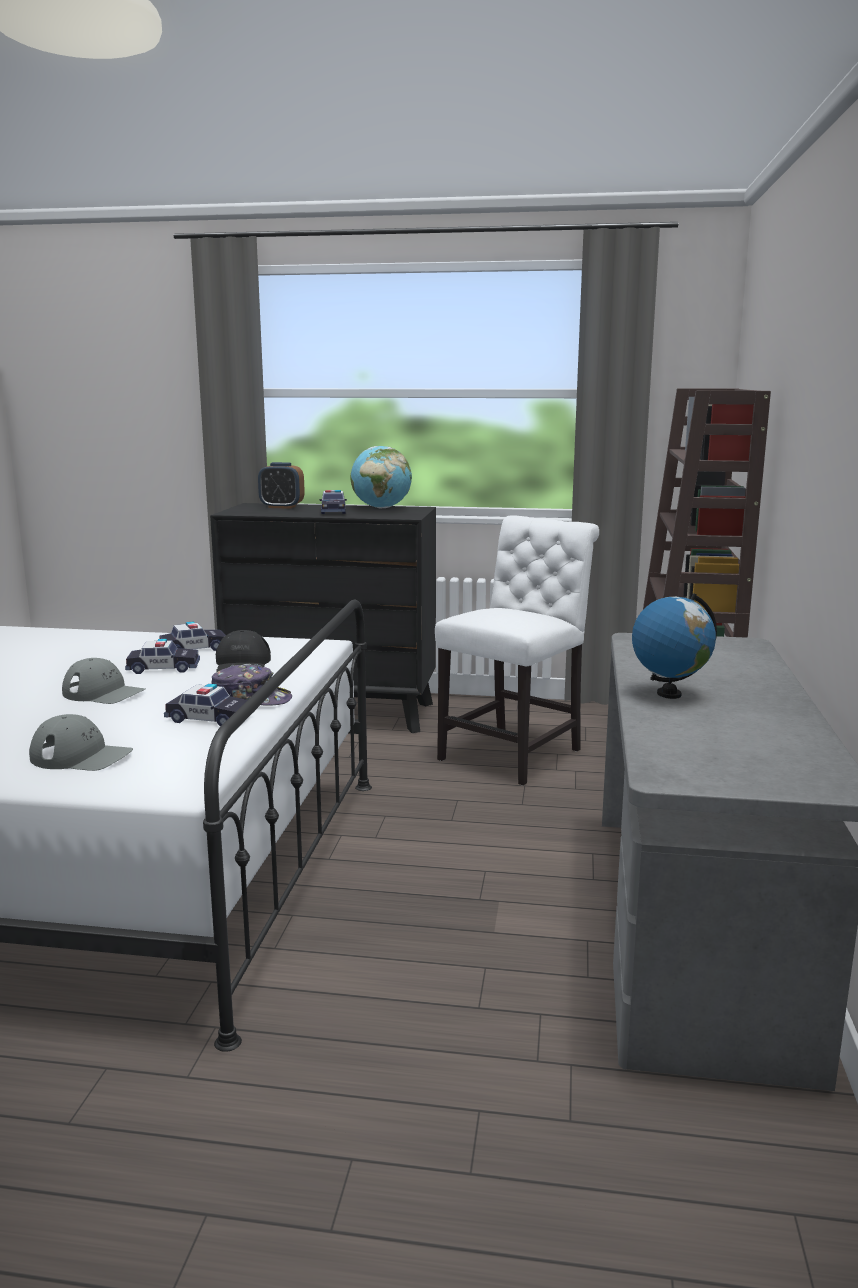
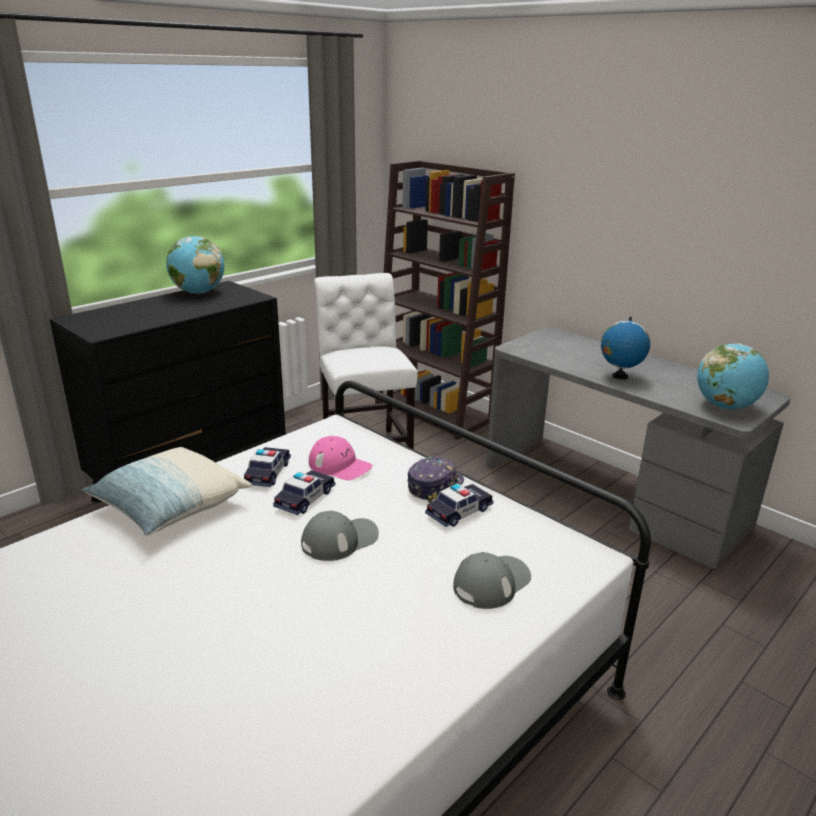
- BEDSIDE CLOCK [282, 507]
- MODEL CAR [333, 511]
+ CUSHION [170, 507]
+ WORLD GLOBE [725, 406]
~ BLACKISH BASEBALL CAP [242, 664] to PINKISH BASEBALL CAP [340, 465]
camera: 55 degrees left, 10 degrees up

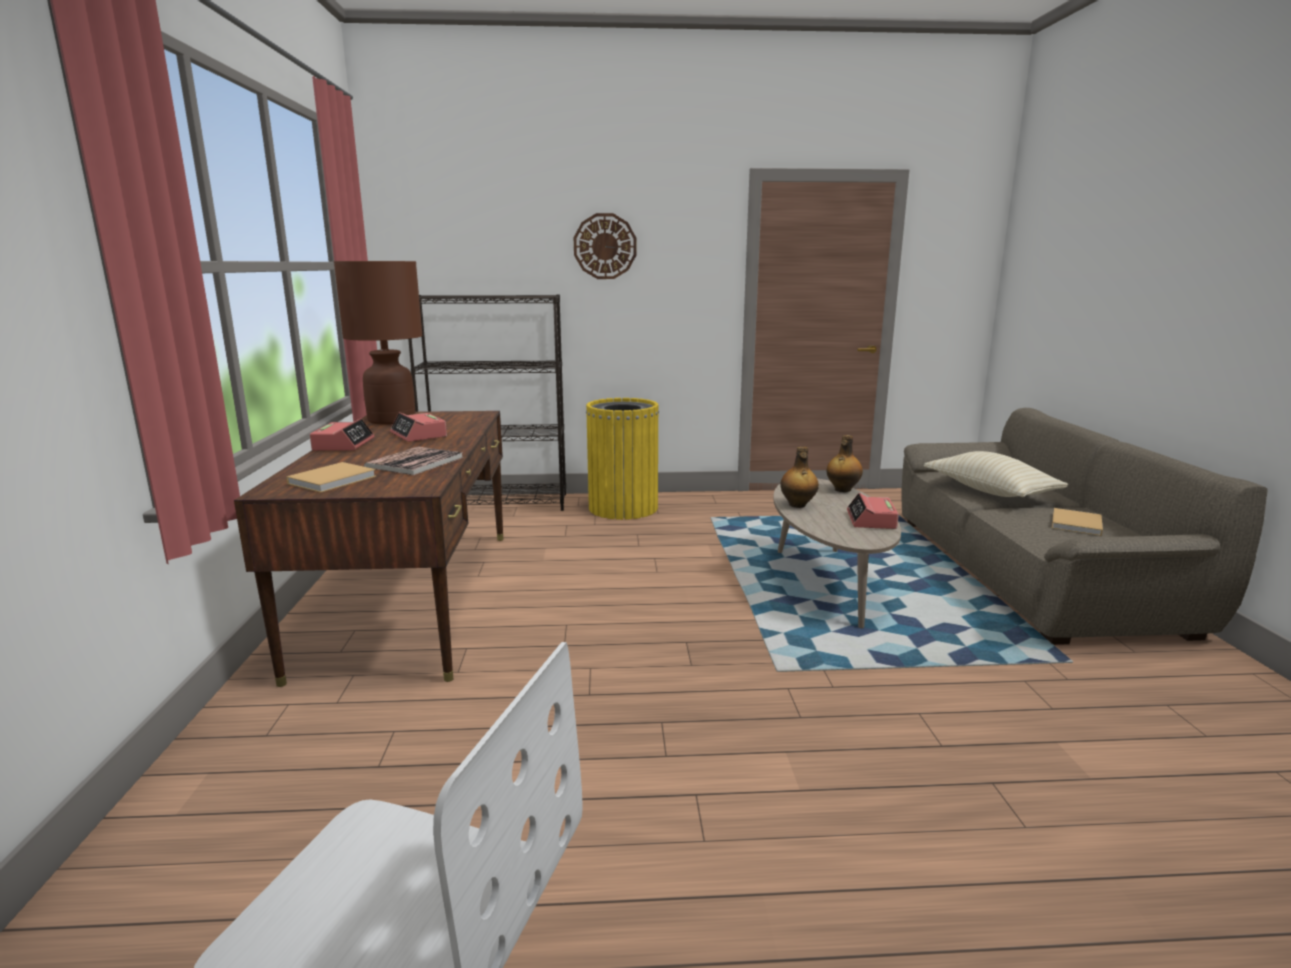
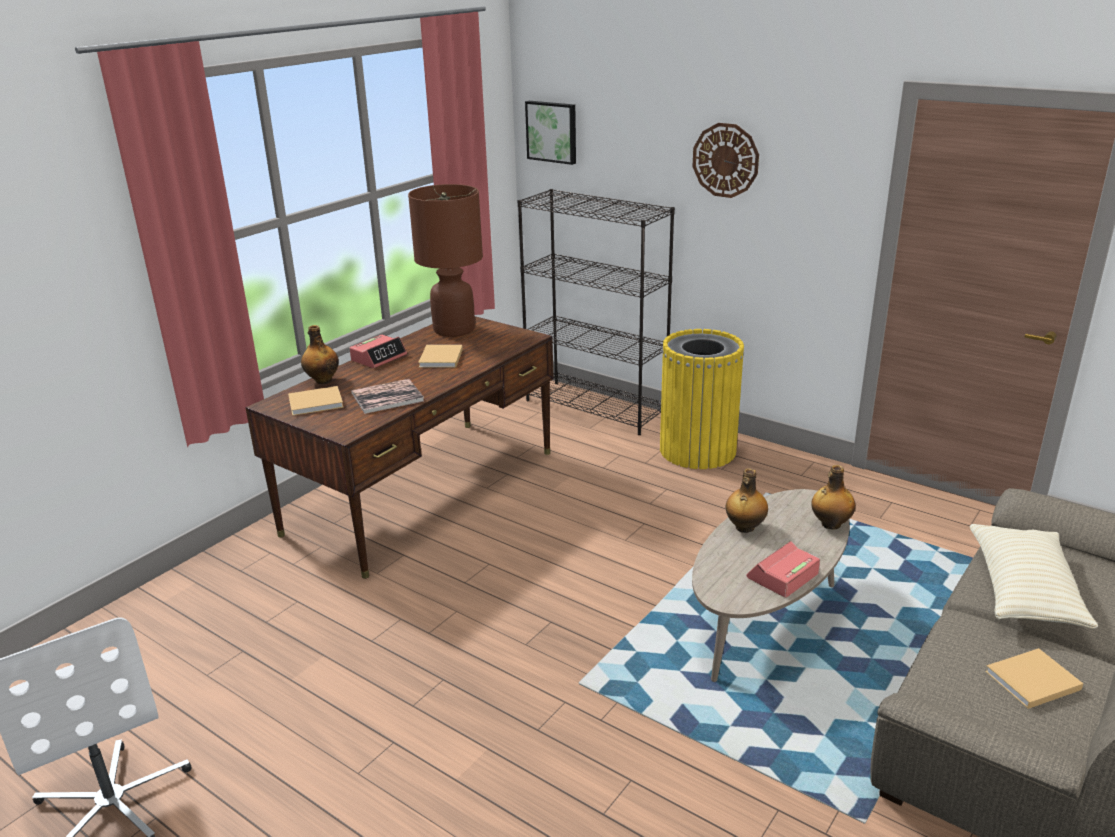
+ BOTTLE [322, 380]
+ PICTURE [552, 131]
~ BEDSIDE CLOCK [419, 435] to BEIGE-COLOURED BOOK [440, 359]
camera: 40 degrees right, 10 degrees up

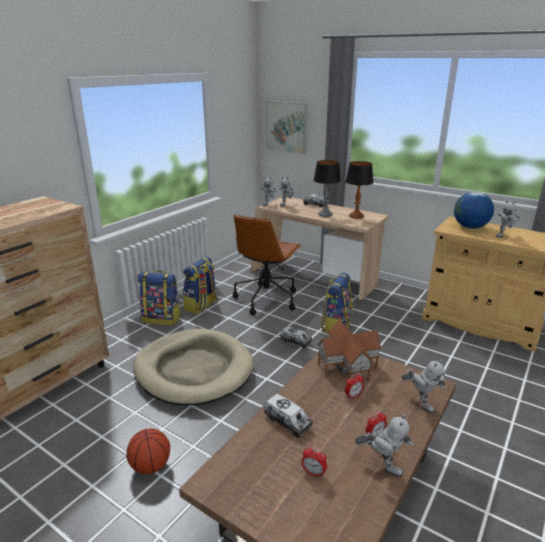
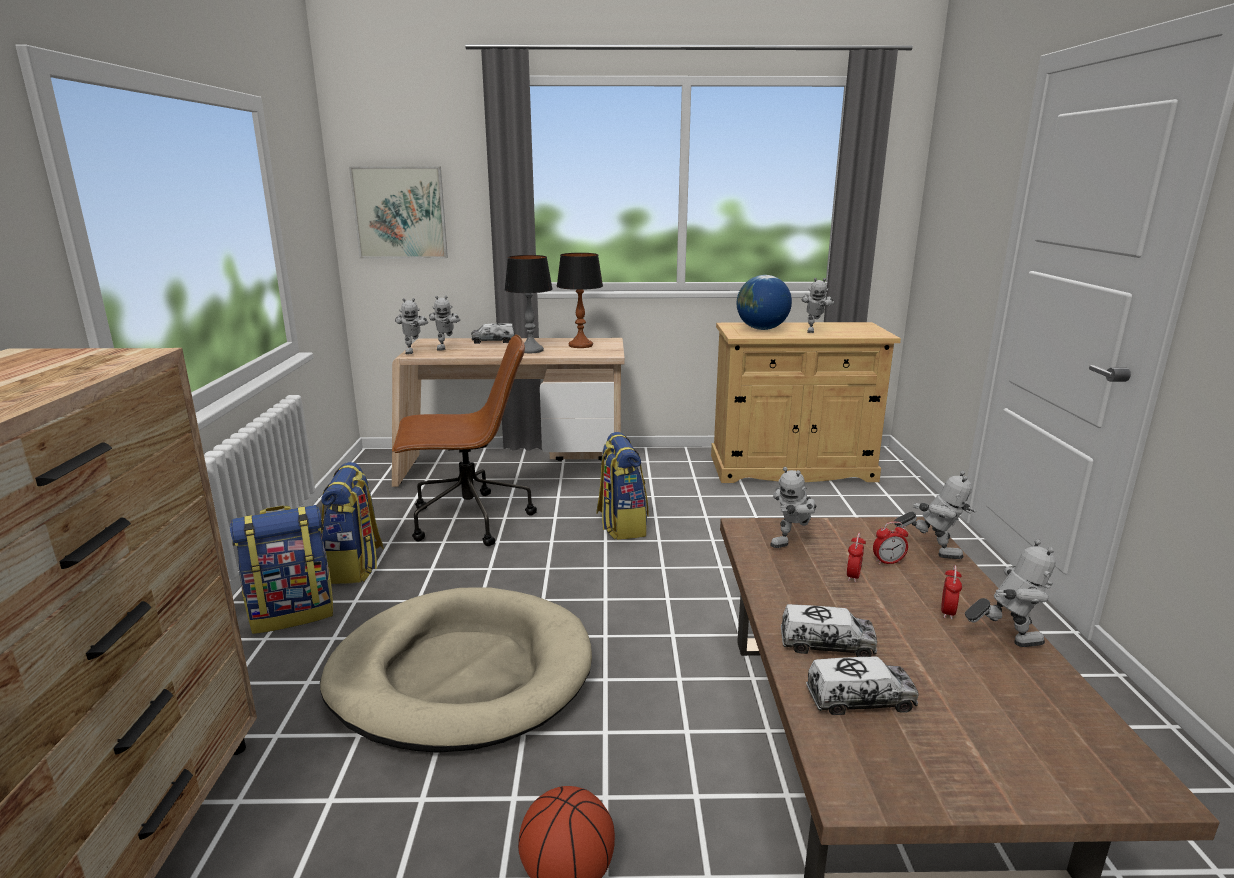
~ MODEL TRUCK [296, 341] to [859, 700]
~ BEDSIDE CLOCK [313, 473] to [888, 562]
~ MODEL HOUSE [348, 366] to TOY ROBOT [793, 543]
~ BROWN-COLOURED DESK CHAIR [266, 298] = [468, 520] 90 degrees counterclockwise
camera: 35 degrees left, 5 degrees down

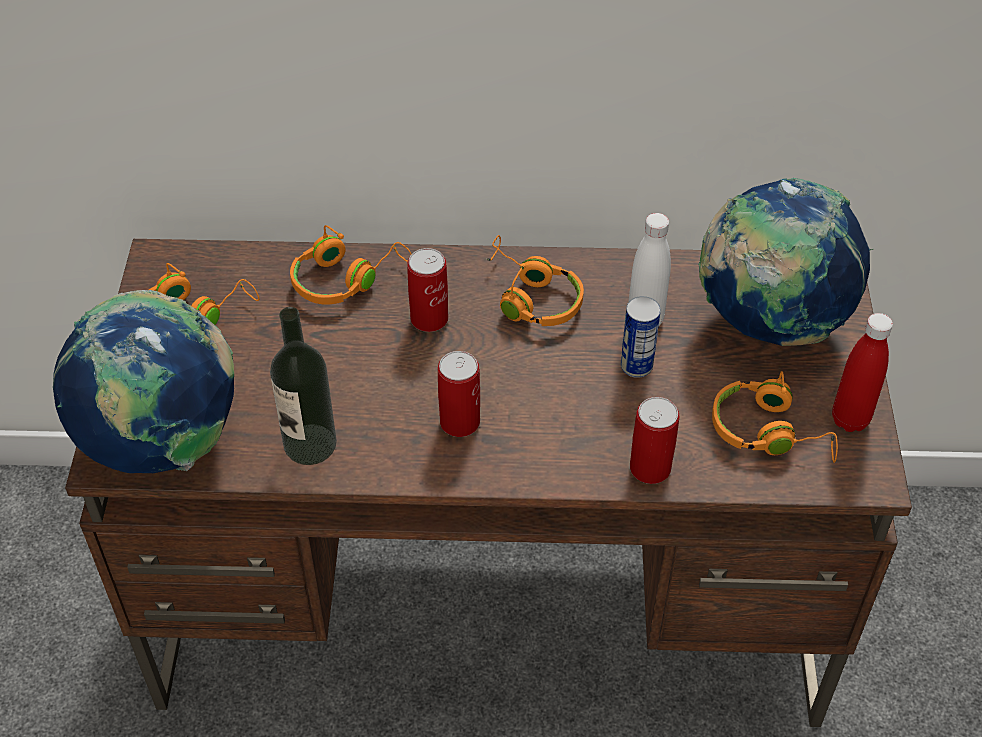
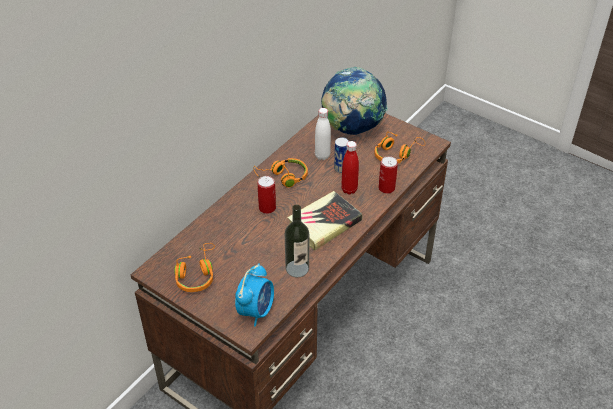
- ORANGE-COLOURED HEADSET [346, 278]
~ RED BOTTLE [850, 419] to [349, 190]
~ WORLD GLOBE [164, 442] to BEDSIDE CLOCK [256, 311]
~ METAL CAN [460, 422] to BOOK [324, 224]
camera: 55 degrees left, 5 degrees down

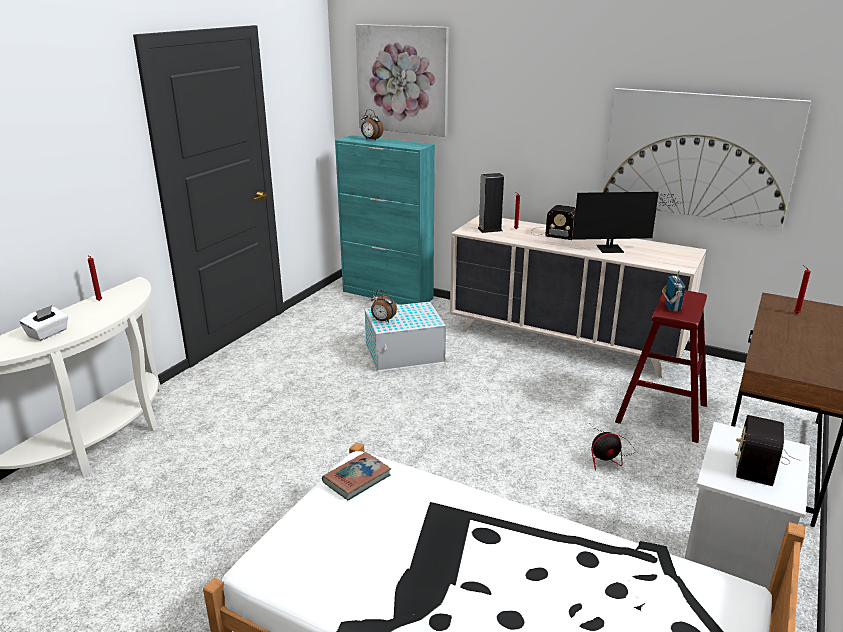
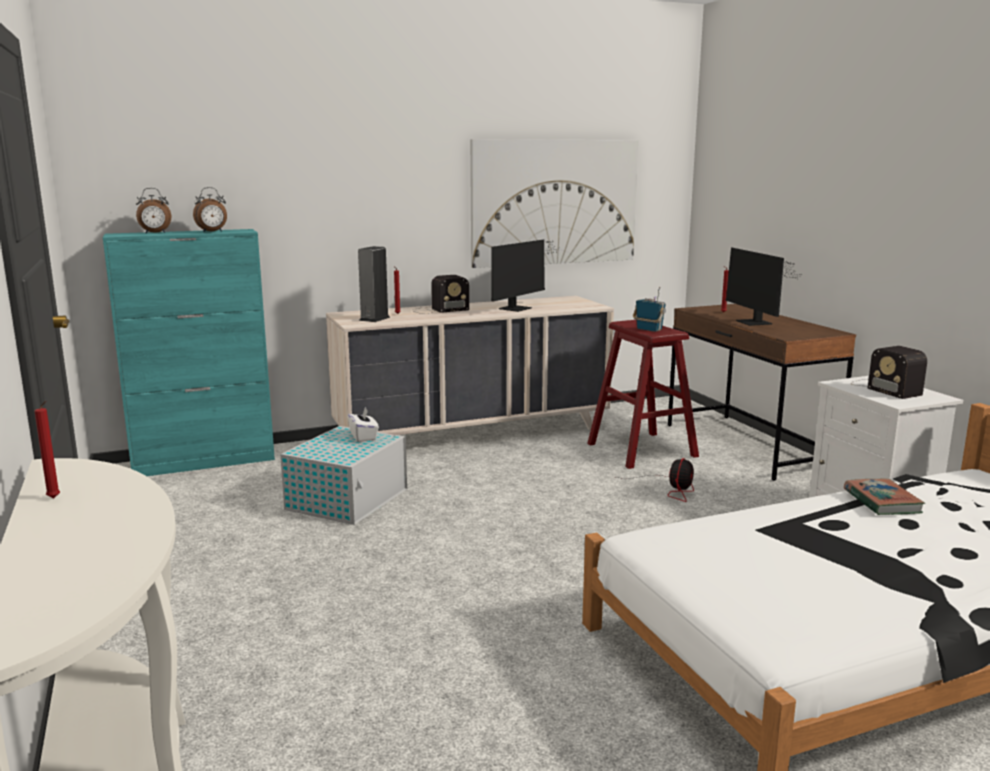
- PICTURE [402, 80]
+ COMPUTER DISPLAY [755, 323]
~ WHITE TISSUE BOX [48, 333] to [363, 437]
~ BOOK [357, 479] to [882, 501]
~ BEDSIDE CLOCK [383, 320] to [212, 231]
camera: 50 degrees left, 10 degrees down

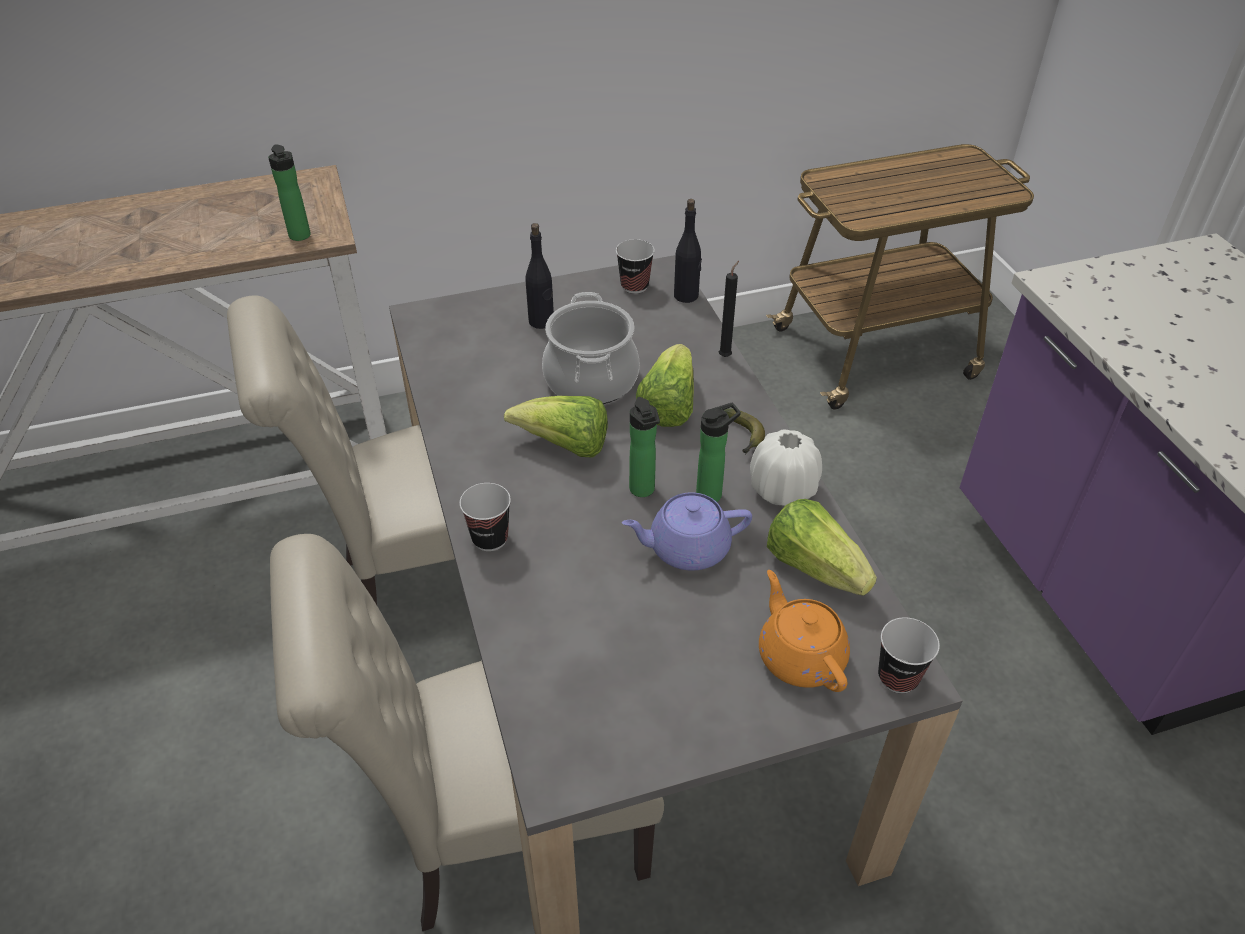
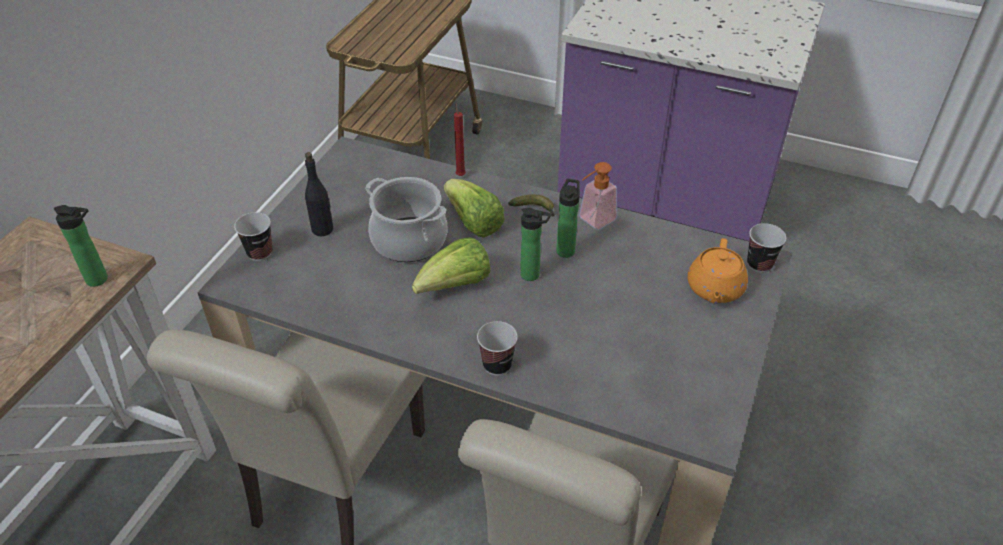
- PURPLISH TEA POT [687, 548]
- BLACKISH BOTTLE [686, 296]
- LETTUCE [814, 567]
~ SMALL CUP [634, 286] to [260, 252]
~ WHITE FLOWER VASE [782, 489] to SOAP BOTTLE [593, 221]
~ BLACKISH WAX CANDLE [726, 355] to RED WAX CANDLE [460, 175]
~ ORANGE-COLOURED TEA POT [800, 656] = [714, 289] 90 degrees counterclockwise
camera: 50 degrees left, 0 degrees up

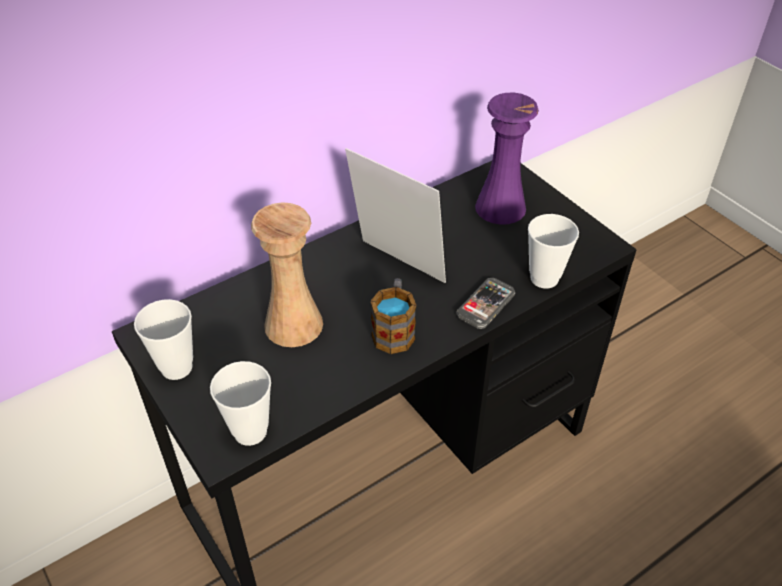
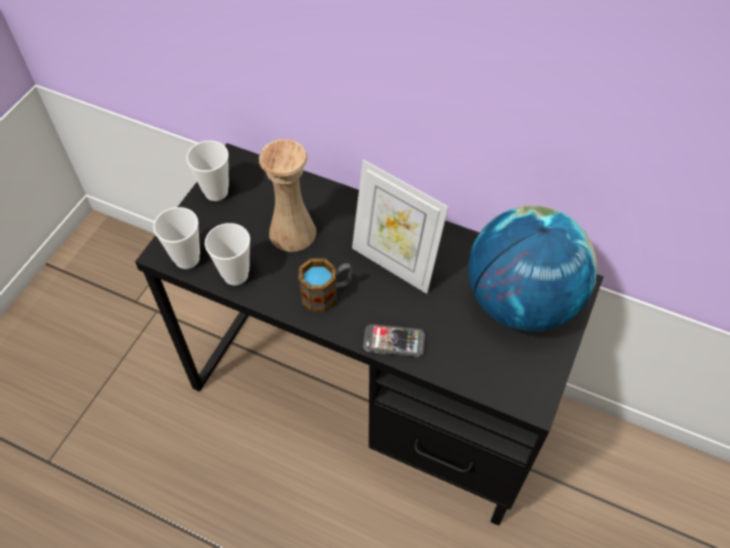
~ SMALL CUP [544, 278] to [235, 275]
~ PURPLISH FLOWER VASE [500, 207] to WORLD GLOBE [521, 302]
~ STANDING FRAME [397, 267] = [394, 264] 120 degrees clockwise
camera: 60 degrees right, 10 degrees up

